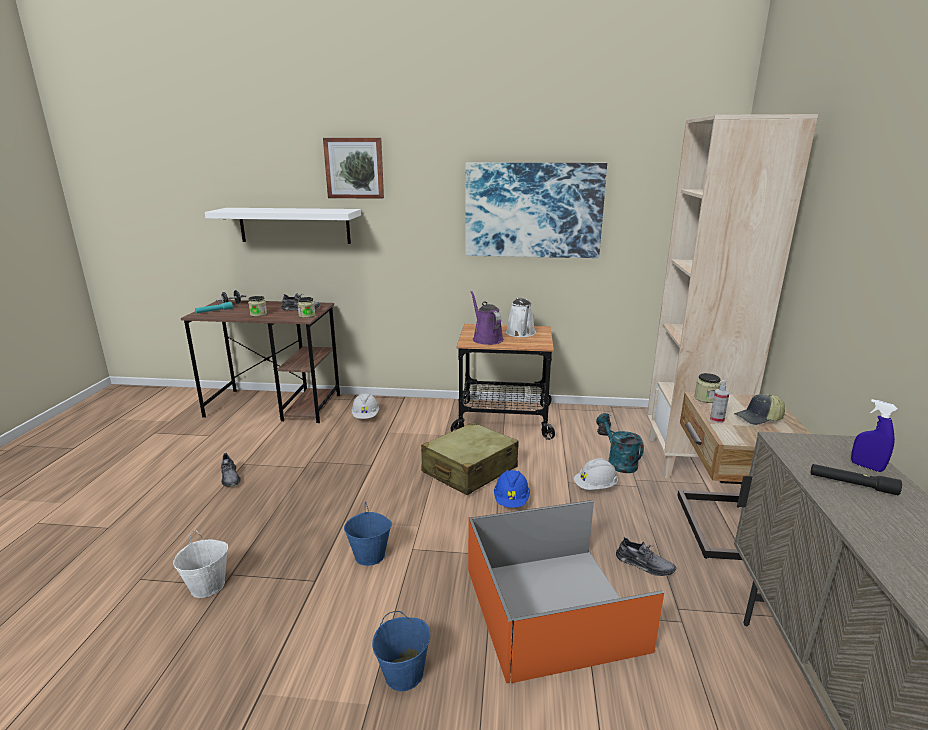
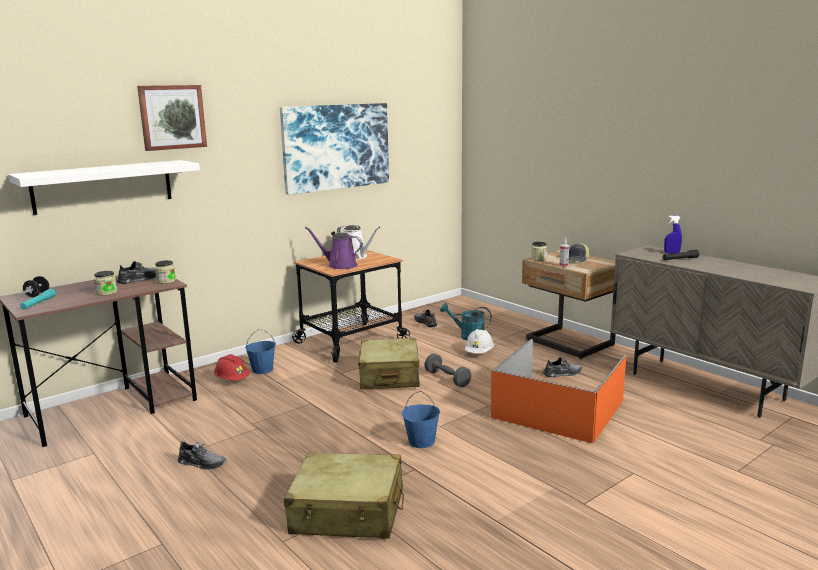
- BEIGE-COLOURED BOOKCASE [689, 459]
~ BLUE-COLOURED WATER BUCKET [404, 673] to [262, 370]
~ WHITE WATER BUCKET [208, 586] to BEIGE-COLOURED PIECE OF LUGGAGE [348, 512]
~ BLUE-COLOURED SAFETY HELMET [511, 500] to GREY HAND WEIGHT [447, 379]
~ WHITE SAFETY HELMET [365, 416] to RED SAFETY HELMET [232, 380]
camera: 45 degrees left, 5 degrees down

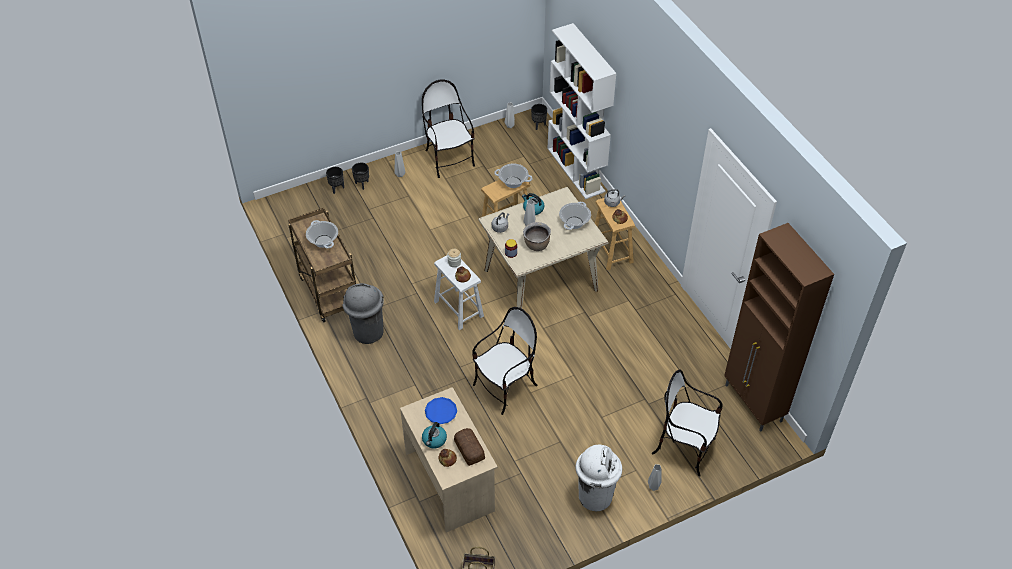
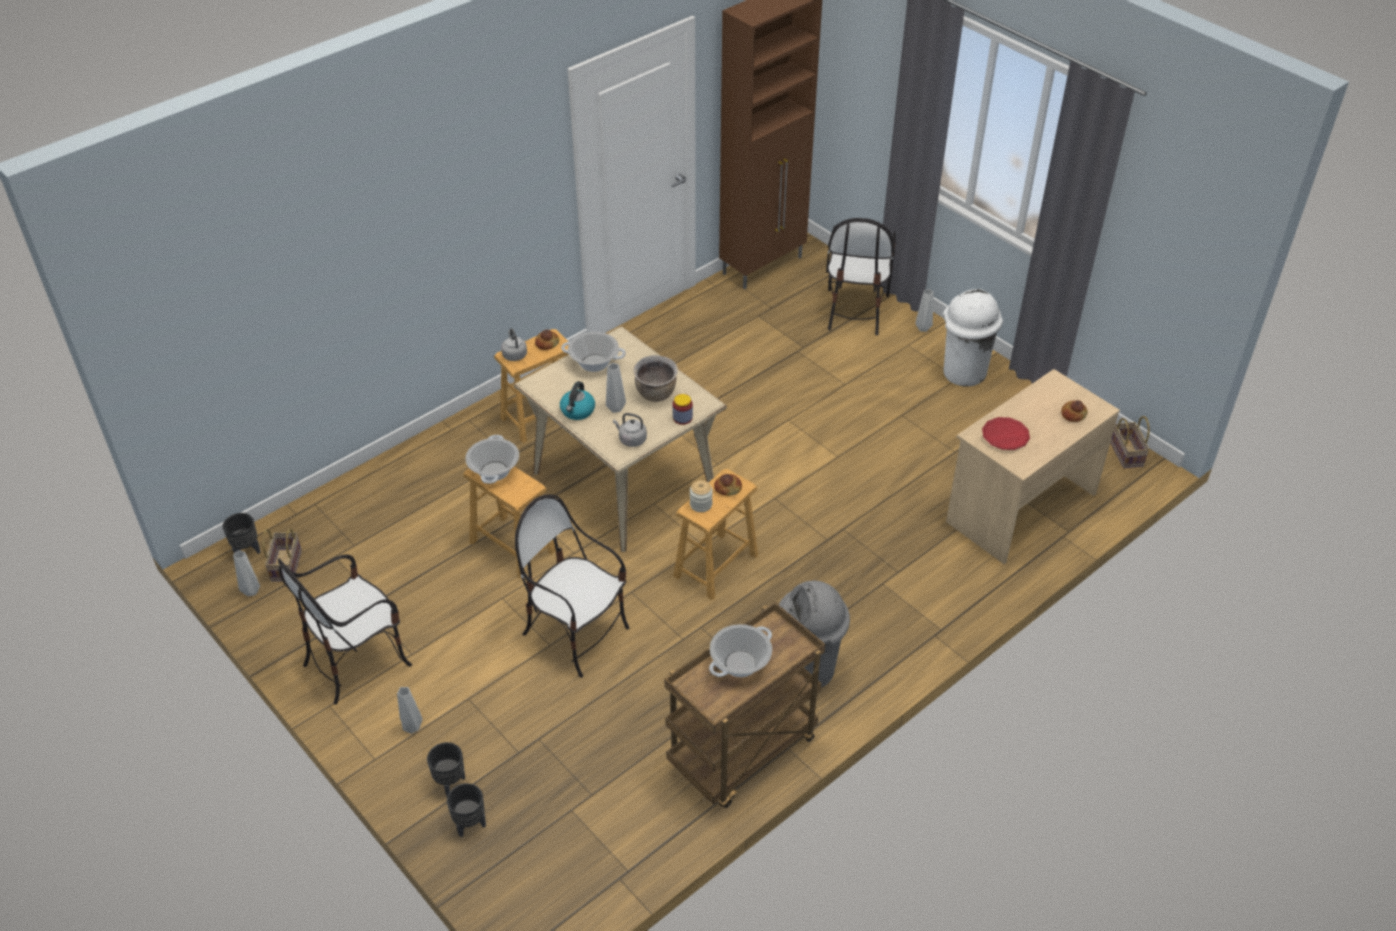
- TEA KETTLE [434, 440]
- BAKED BREAD [469, 450]
- WHITE BOOKCASE [576, 170]
+ BASKET [285, 564]
~ UPRIGHT CHAIR [505, 387] to [576, 634]
~ BLUE-COLOURED DINNER PLATE [441, 412] to RED DINNER PLATE [1005, 436]
~ WHITE SITTING STOOL [458, 309] to BROWN-COLOURED SITTING STOOL [716, 566]
camera: 105 degrees left, 5 degrees down

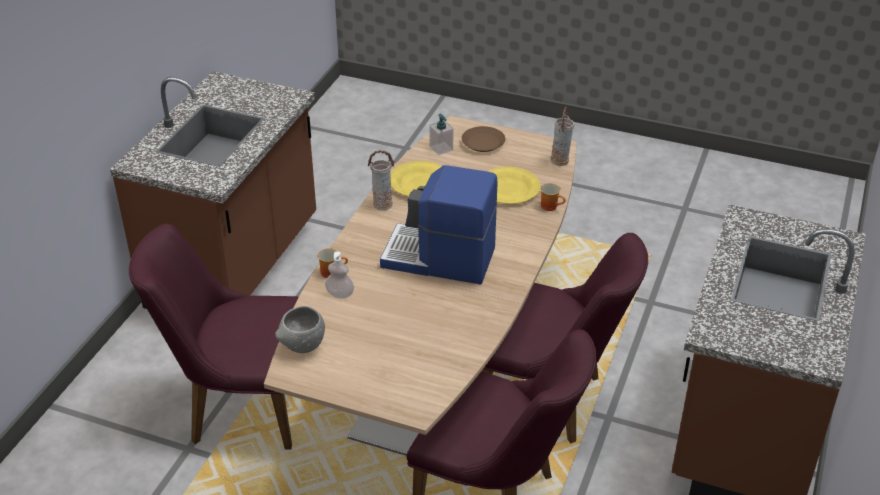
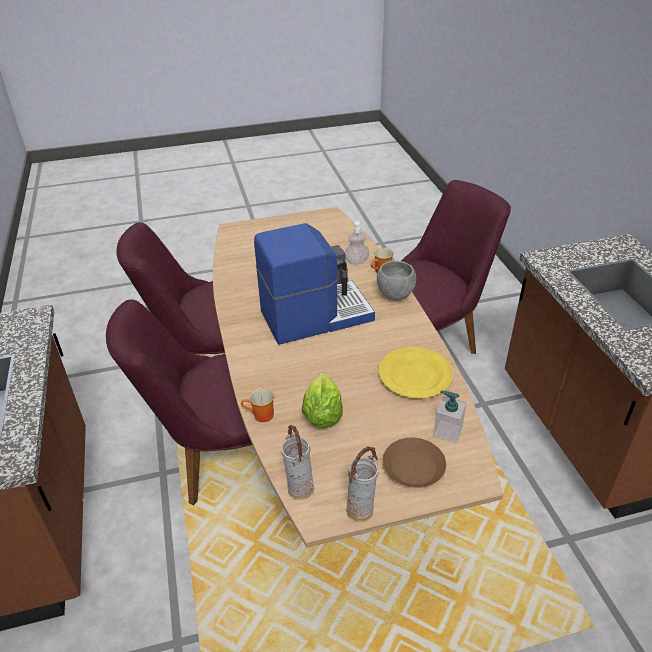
~ GREY SERVING BOWL [302, 346] to [395, 295]
~ FLOWER VASE [382, 204] to [361, 511]
~ YELLOW DINNER PLATE [509, 189] to LETTUCE [322, 415]
camera: 145 degrees right, 0 degrees up

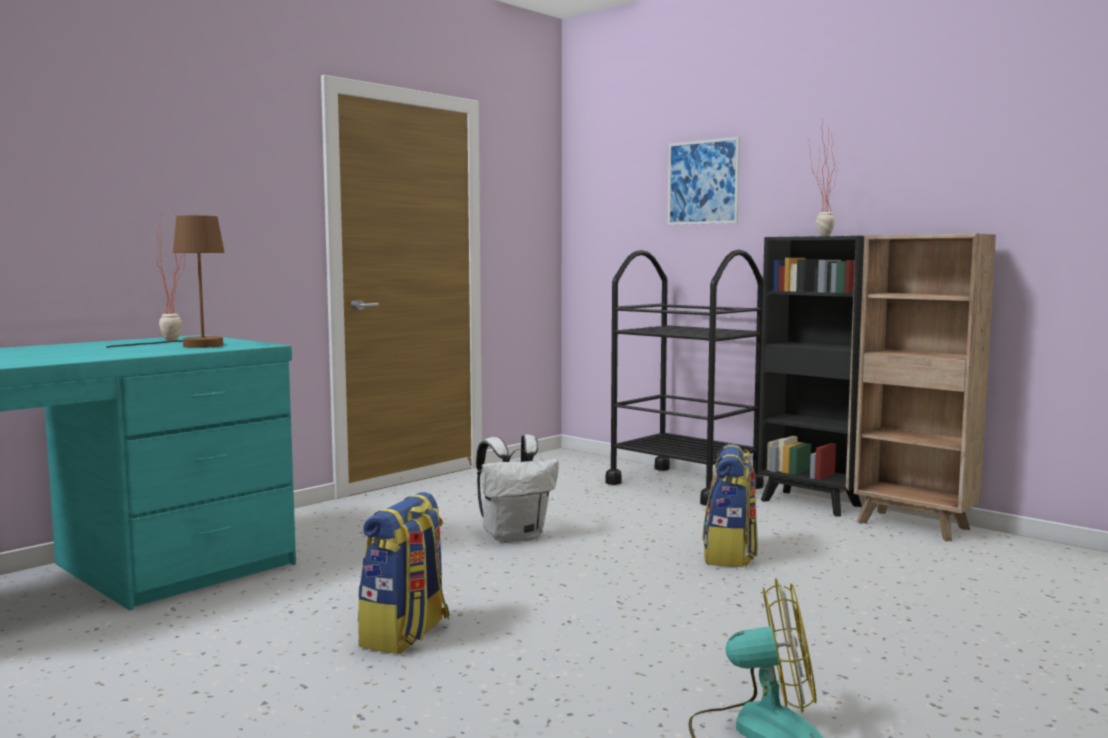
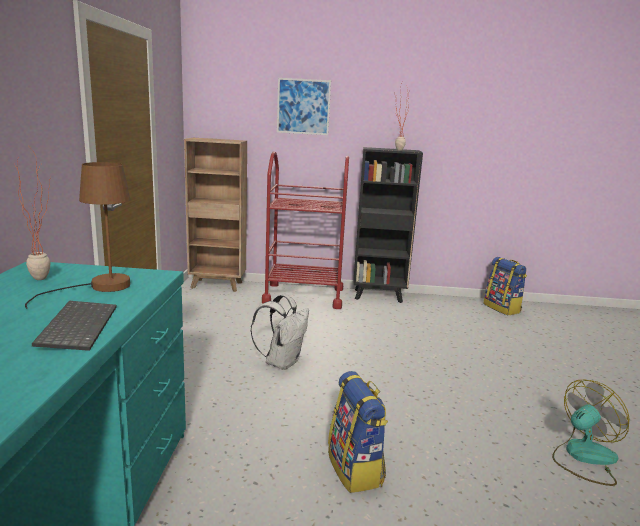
+ COMPUTER KEYBOARD [77, 326]
~ BACKPACK [730, 555] to [502, 308]
~ BROWN-COLOURED BOOKCASE [914, 526] to [218, 285]
~ BLACKISH CART [683, 485] to RED CART [304, 296]
camera: 40 degrees left, 10 degrees up

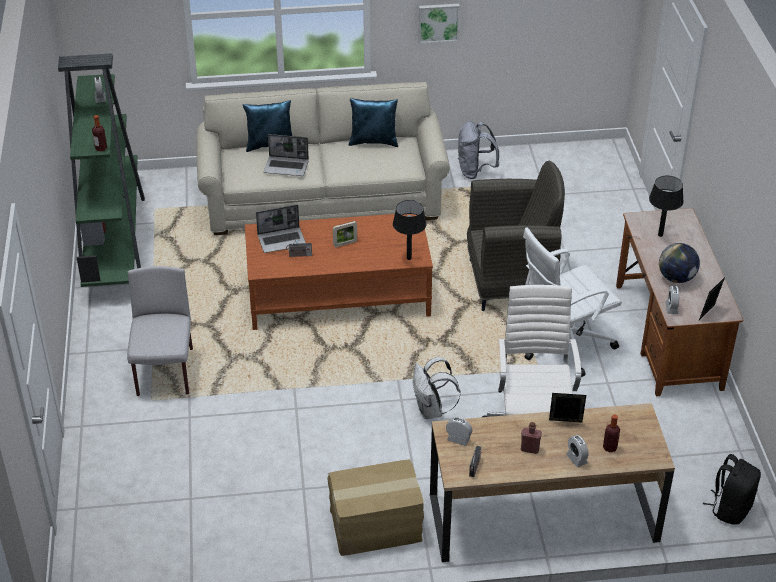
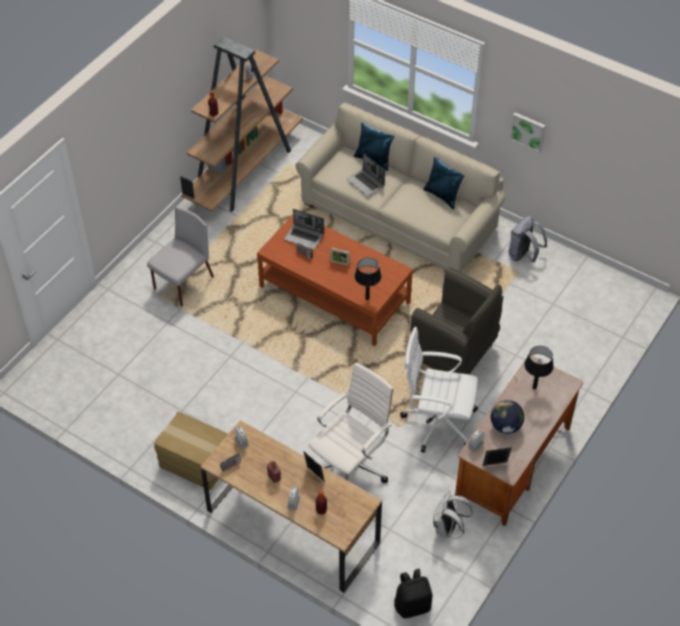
~ WHITE BACKPACK [431, 410] to [447, 528]
~ GREEN-COLOURED BOOKCASE [113, 238] to BROWN-COLOURED BOOKCASE [244, 170]
camera: 40 degrees right, 10 degrees up

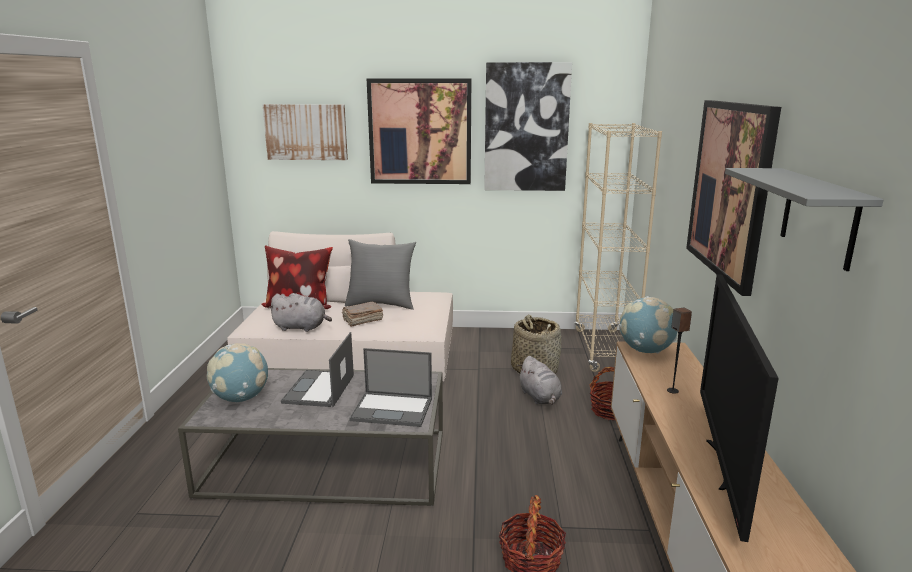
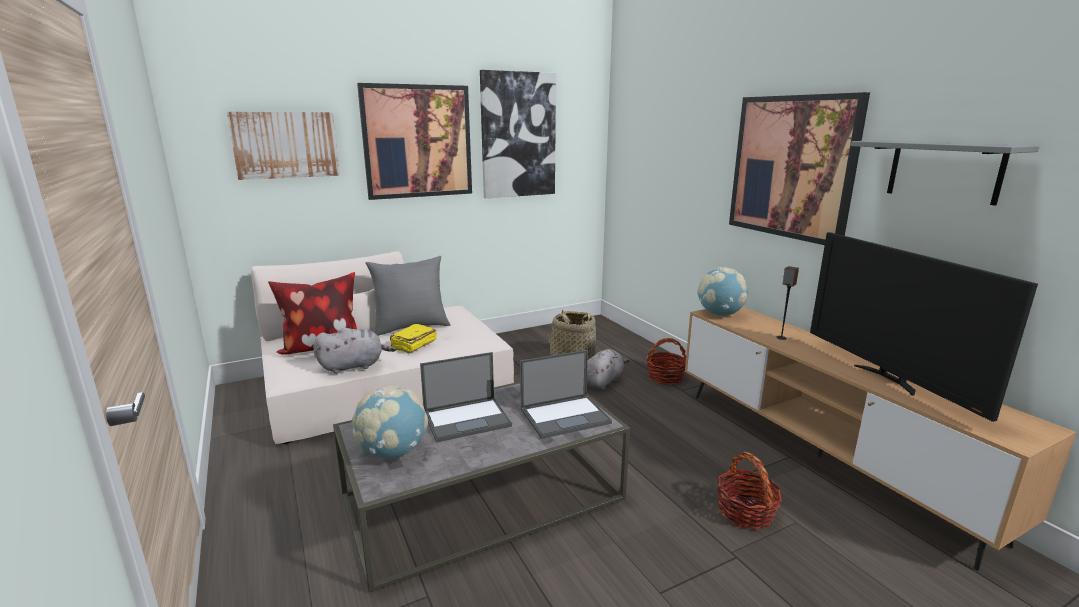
- BEIGE-COLOURED BOOKCASE [604, 350]
~ BROWN-COLOURED BOOK [362, 320] to YELLOW BOOK [413, 345]
~ NOTEBOOK COMPUTER [319, 389] = [467, 419] 90 degrees counterclockwise
~ GREY SOFT TOY [540, 397] = [603, 381] 90 degrees counterclockwise
camera: 30 degrees left, 0 degrees up

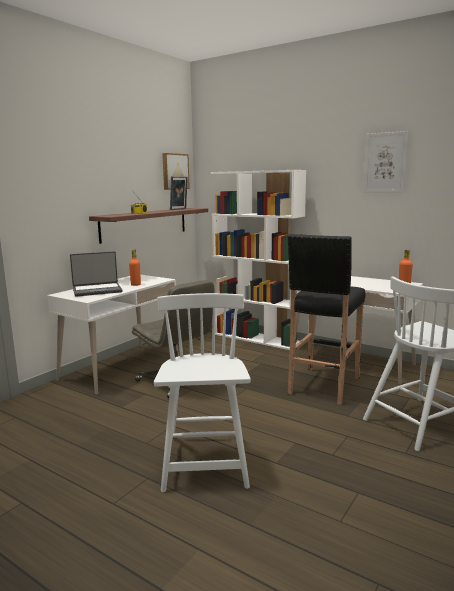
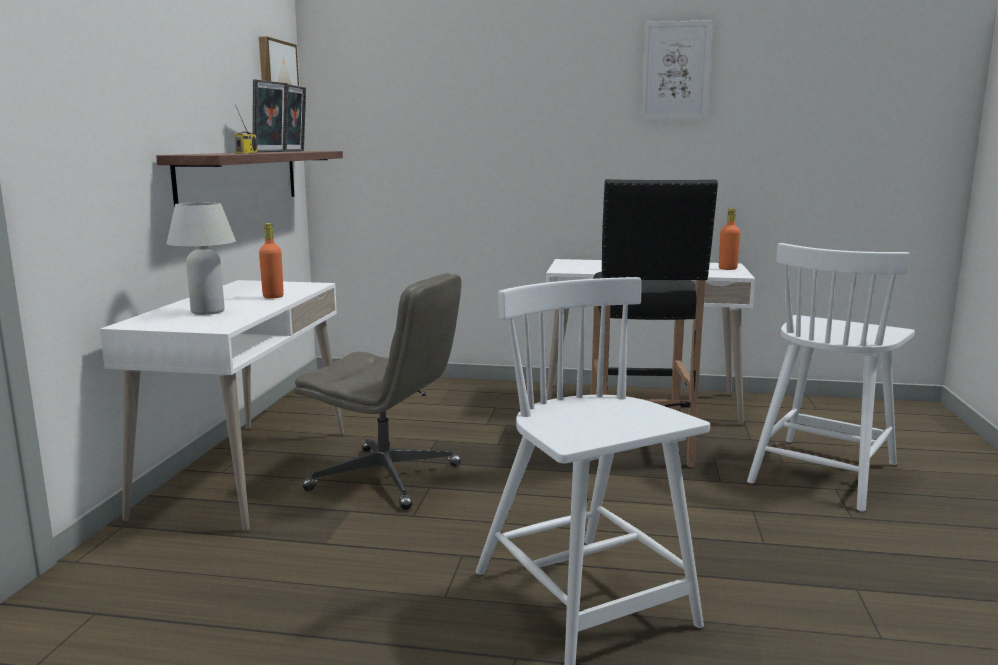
- WHITE BOOKCASE [257, 338]
+ STANDING FRAME [272, 152]
~ NOTEBOOK COMPUTER [97, 290] to WHITE TABLETOP LAMP [207, 312]
camera: 25 degrees left, 0 degrees up

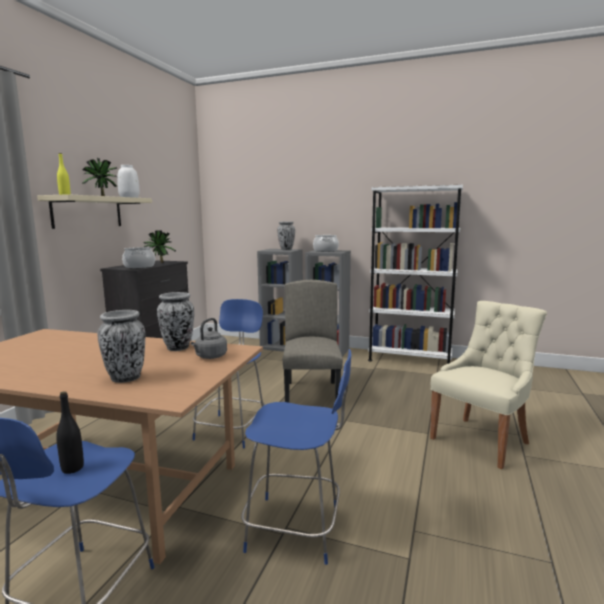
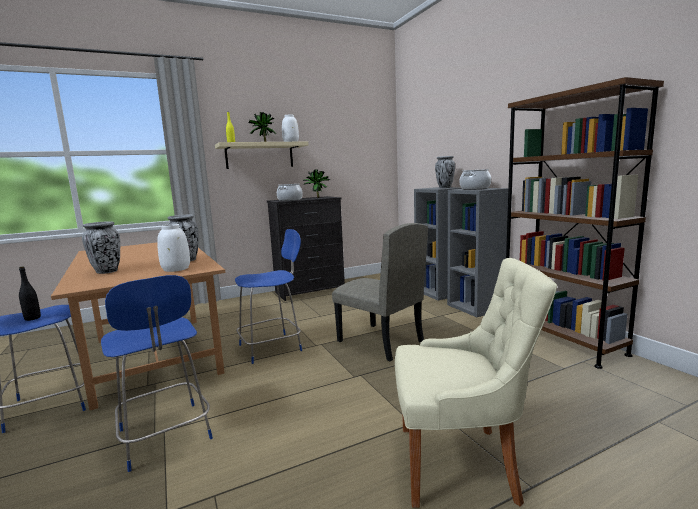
~ GREY TEA KETTLE [210, 357] to WHITE FLOWER VASE [175, 269]
~ WHITE BOOKCASE [409, 359] to BROWN-COLOURED BOOKCASE [561, 340]
~ BEIGE-COLOURED UPRIGHT CHAIR [312, 394] = [380, 342] 90 degrees clockwise
camera: 45 degrees right, 0 degrees up

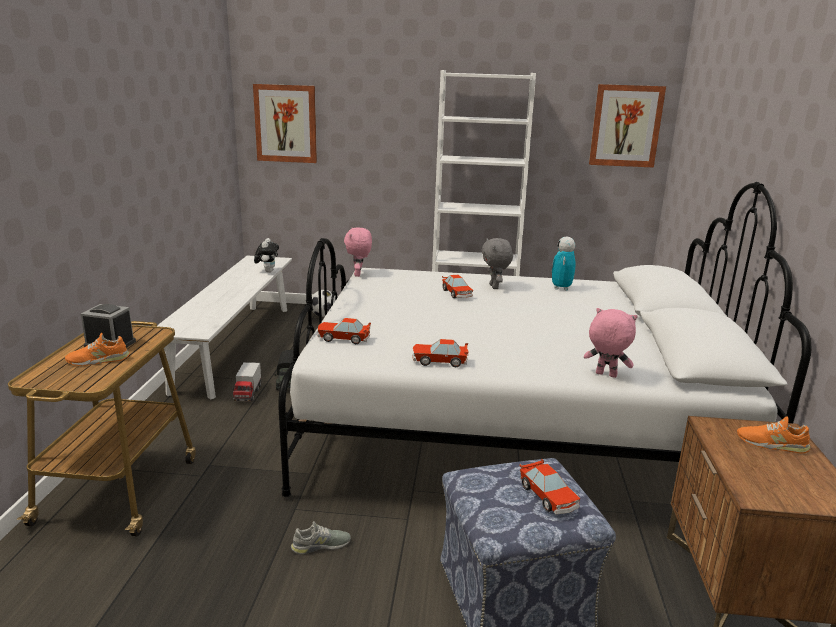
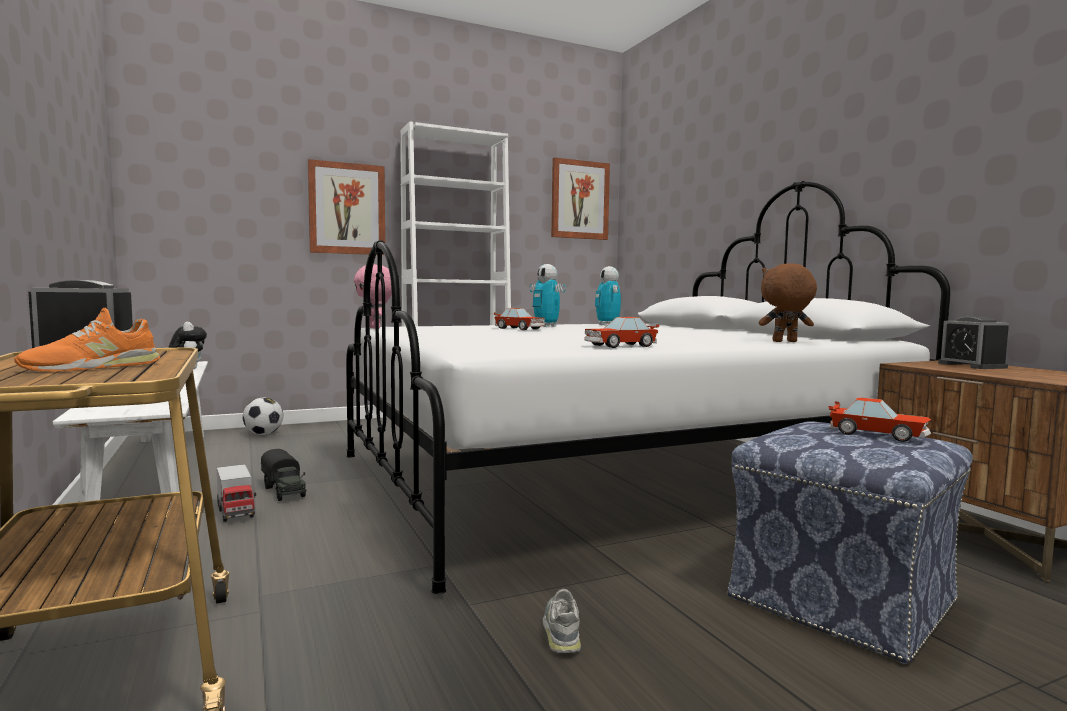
- MODEL CAR [343, 338]
~ PICTURE [286, 123] to [347, 209]
~ GREY SOFT TOY [495, 287] to TOY ROBOT [546, 326]
~ ORANGE-COLOURED ITEM OF FOOTWEAR [772, 444] to BEDSIDE CLOCK [971, 365]
~ PINKISH SOFT TOY [605, 375] to BROWN-COLOURED SOFT TOY [784, 342]
~ GREY ITEM OF FOOTWEAR [321, 545] = [562, 630] 45 degrees counterclockwise
camera: 30 degrees left, 15 degrees down

